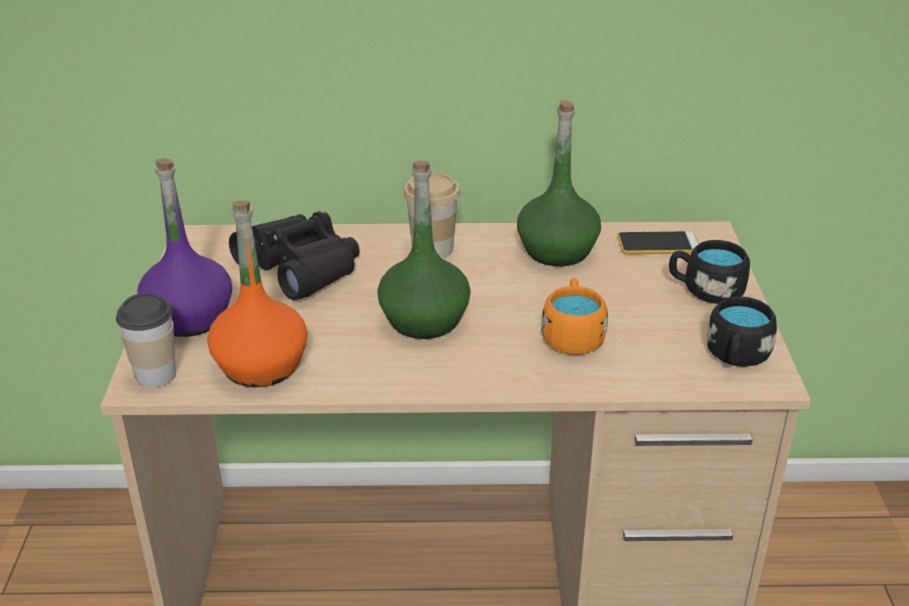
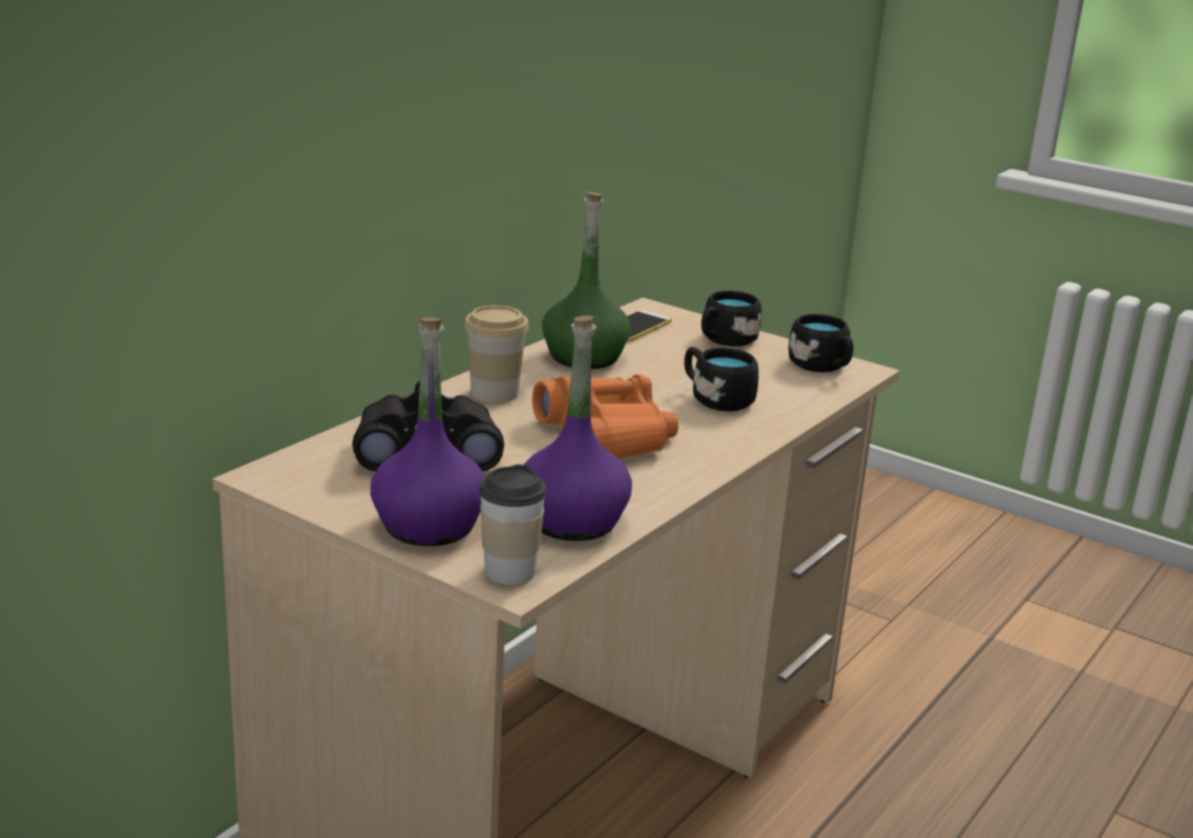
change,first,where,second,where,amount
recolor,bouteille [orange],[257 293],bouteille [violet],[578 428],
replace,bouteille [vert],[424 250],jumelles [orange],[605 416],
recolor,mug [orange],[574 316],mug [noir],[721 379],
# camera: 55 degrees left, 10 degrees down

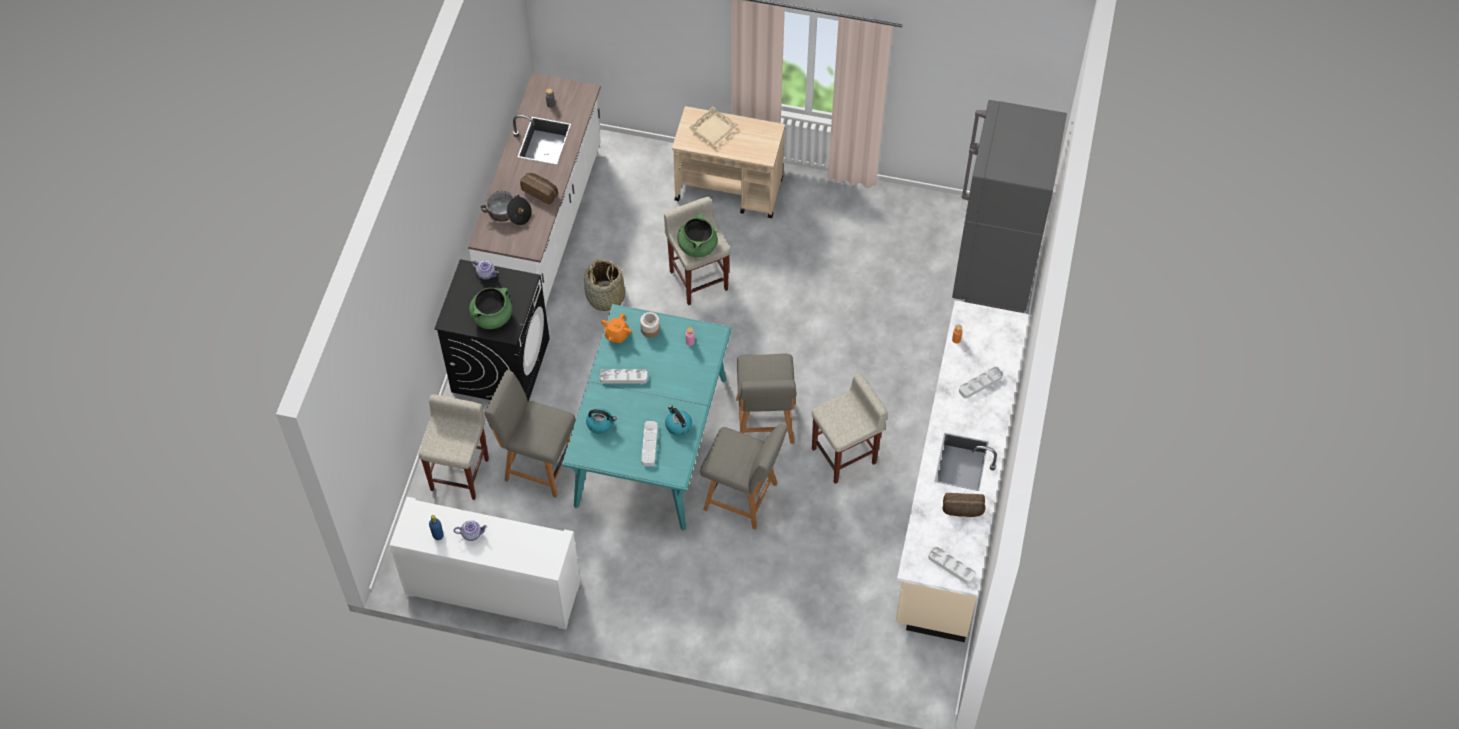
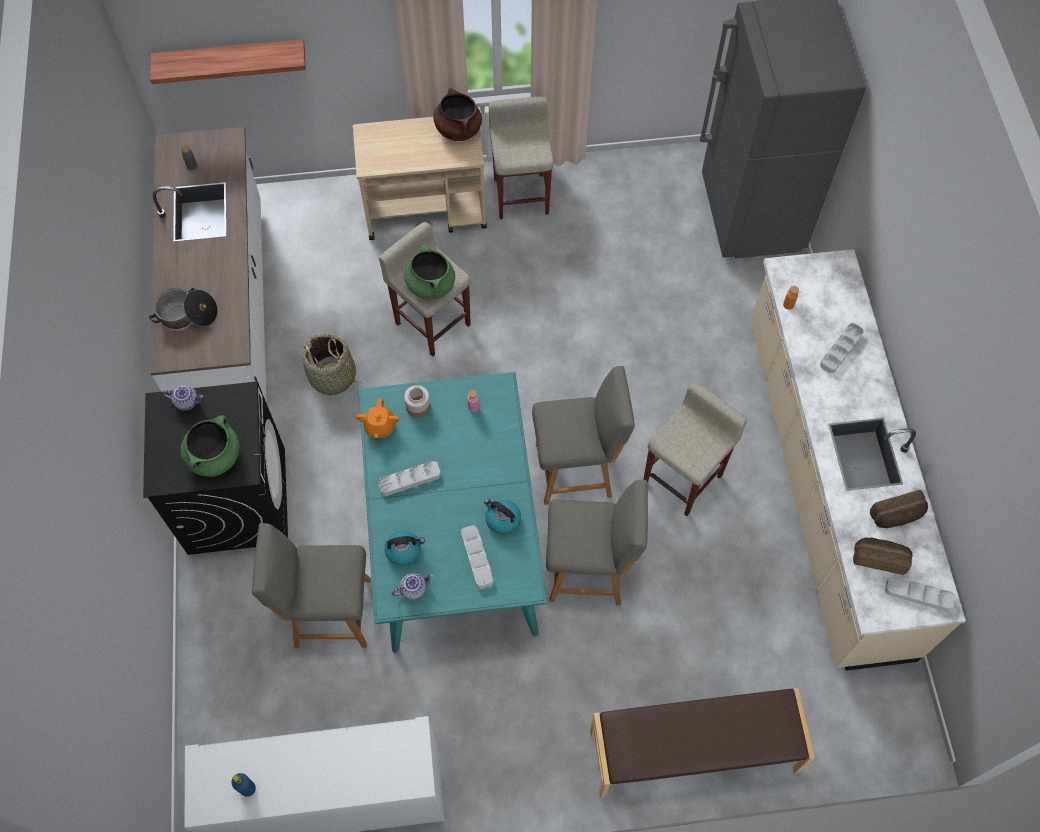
change,first,where,second,where,amount
insert,,,étagère,[228 61],
move,théière,[470 530],,[412 586],
insert,,,marmite [marron],[458 114],
move,tabouret [beige],[454 447],,[521 158],
rotate,chaise [gris],[766 398],,[583 435],75 degrees counterclockwise
insert,,,banc [marron],[702 743],
move,pain,[539 189],,[883 556],
delete,plateau [beige],[713 126],,,
# camera: 20 degrees left, 5 degrees up

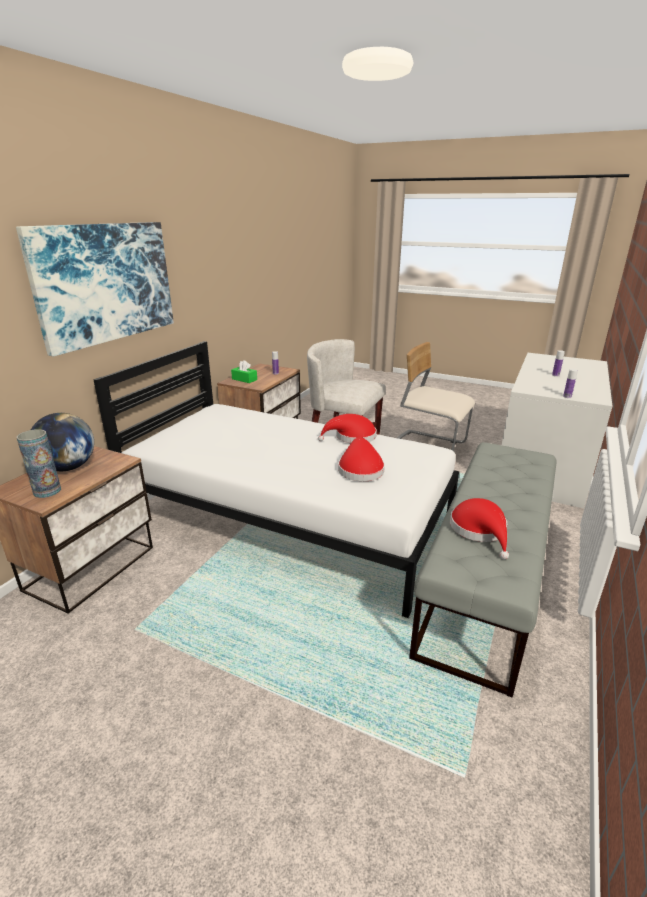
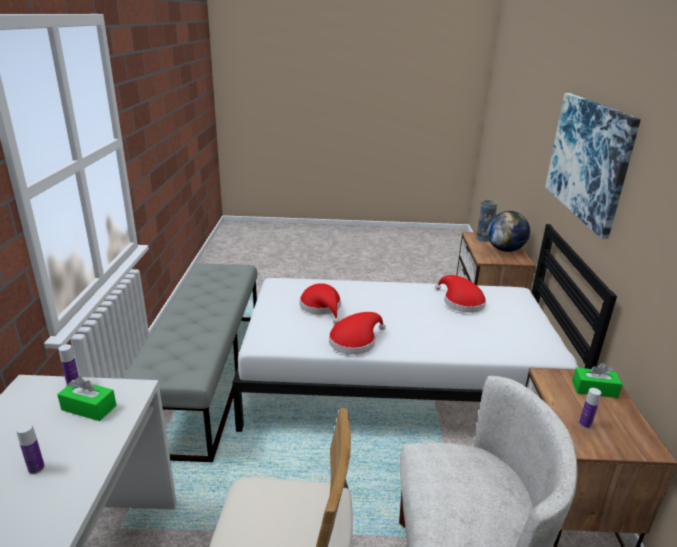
change,first,where,second,where,amount
insert,,,boîte à mouchoirs [vert],[87 398],
move,chapeau [rouge],[479 528],,[460 294],
# camera: 155 degrees right, 0 degrees up

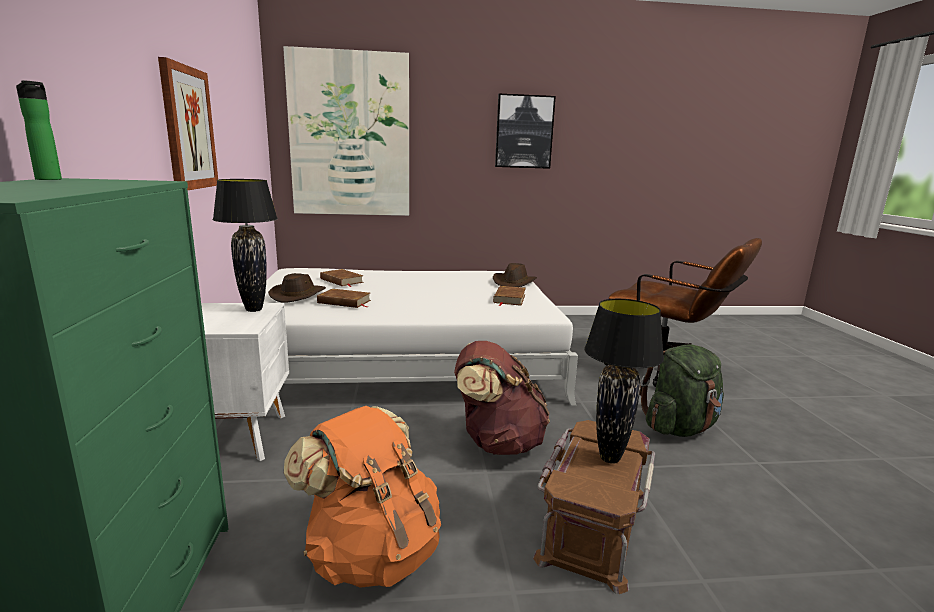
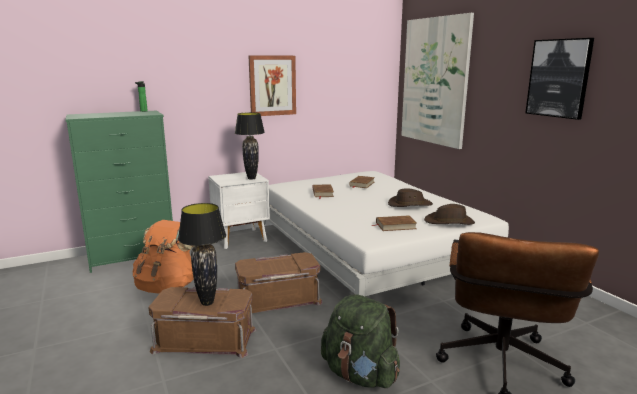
change,first,where,second,where,amount
replace,sac à dos [marron],[502 398],boîte de rangement [marron],[279 282],
move,chapeau [marron],[297 288],,[410 197],
# camera: 70 degrees right, 0 degrees up

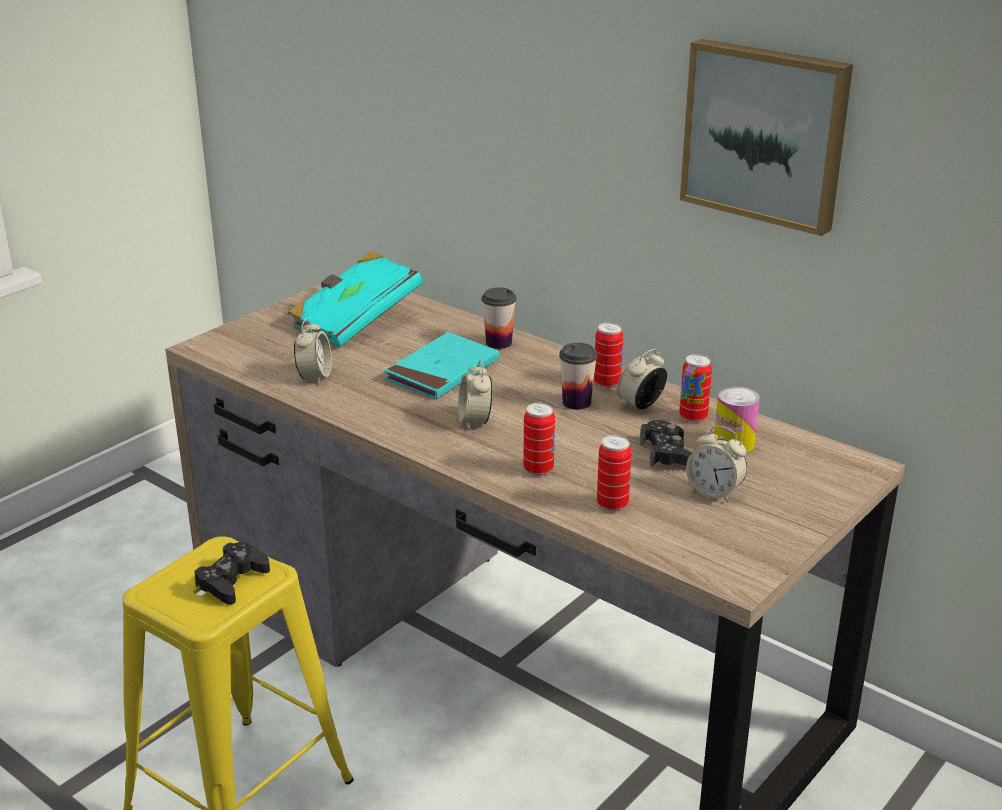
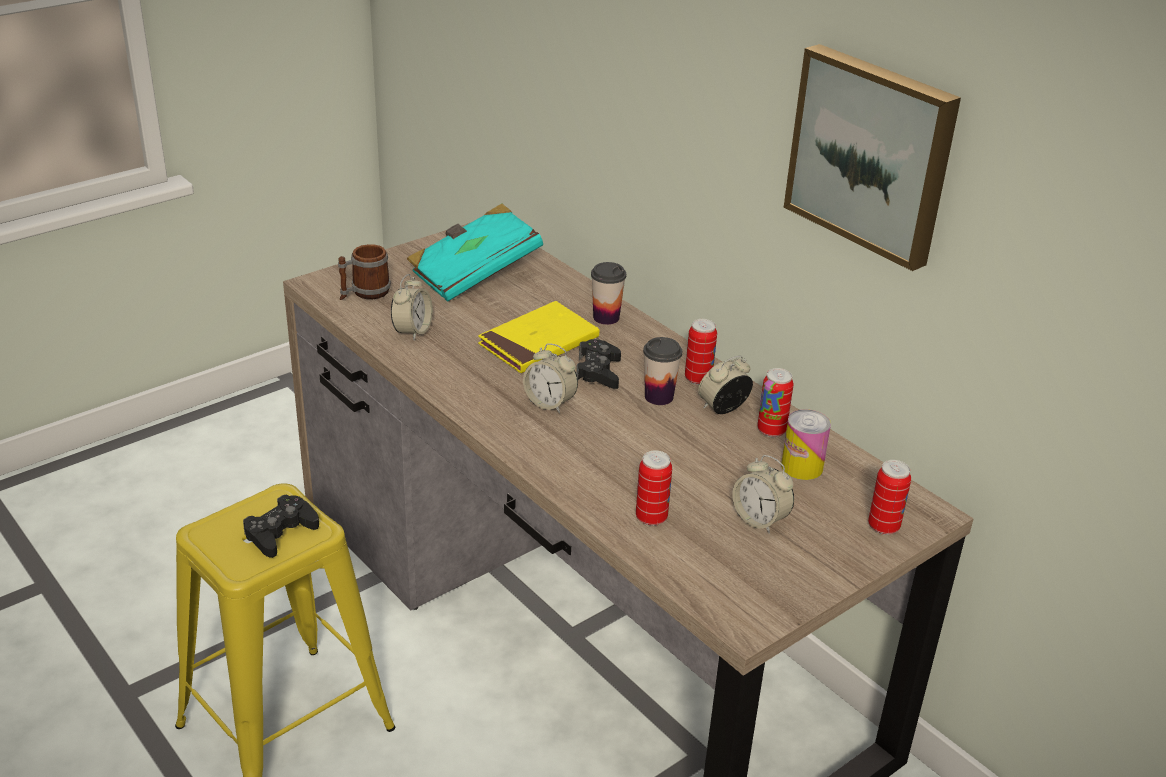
change,first,where,second,where,amount
insert,,,mug,[364 272],
recolor,livre [turquoise],[442 365],livre [jaune],[538 337],
rotate,réveil,[475 395],,[550 378],60 degrees counterclockwise
move,manette [noir],[665 444],,[598 364],
move,boîte métallique,[539 439],,[889 497],
# camera: 10 degrees right, 5 degrees up

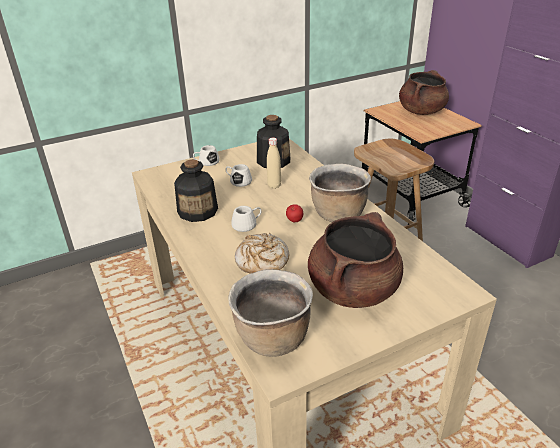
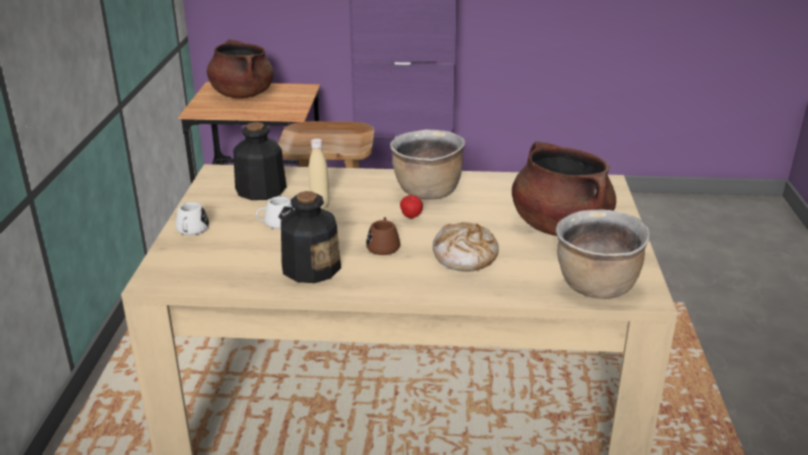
change,first,where,second,where,amount
recolor,mug [blanc],[246 219],mug [marron],[383 236],
# camera: 60 degrees left, 5 degrees down

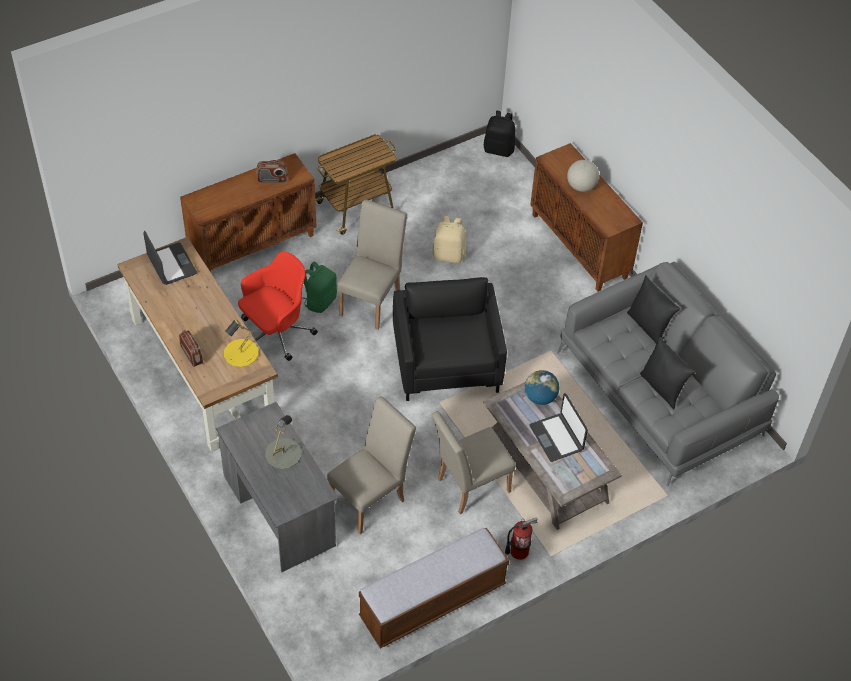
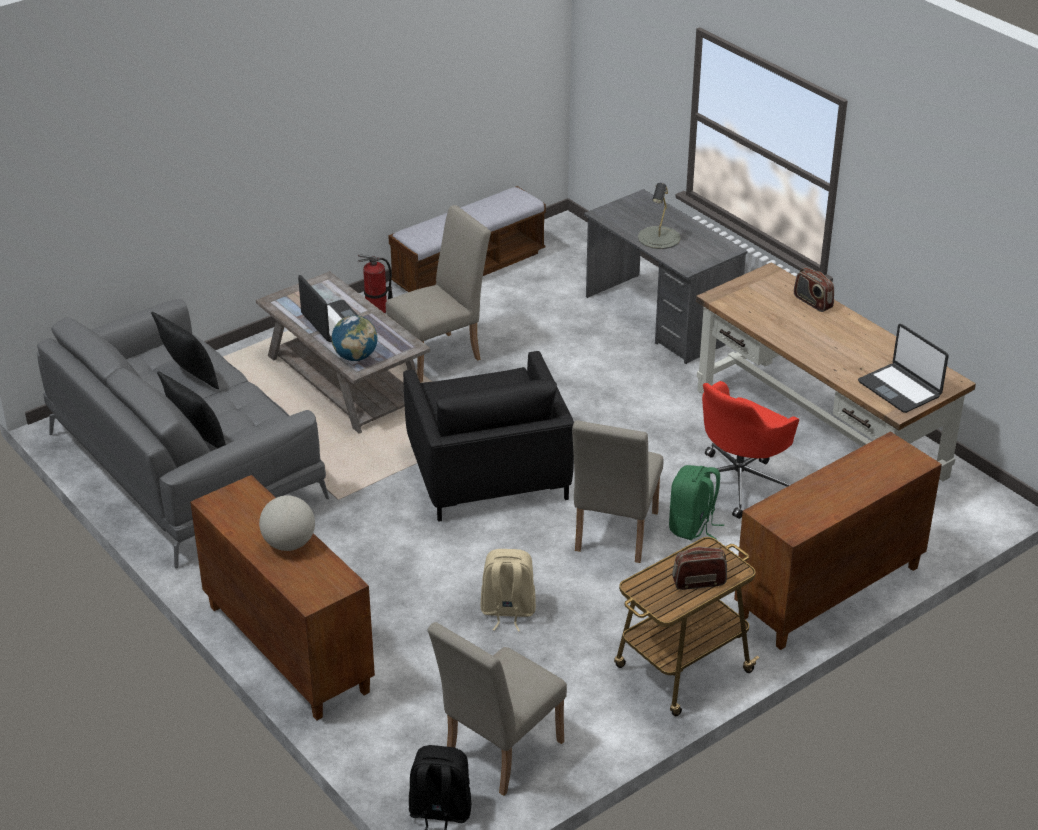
change,first,where,second,where,amount
move,chaise [beige],[371 465],,[497 709],
move,radio,[272 171],,[699 568],
delete,lampe de table [jaune],[241 343],,,
# camera: 175 degrees right, 15 degrees down

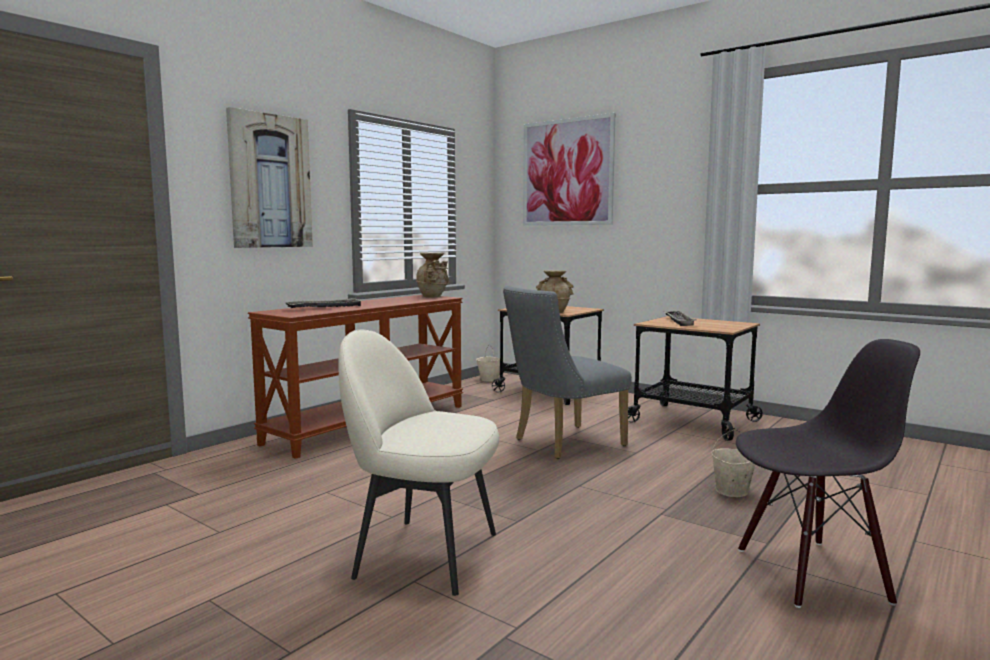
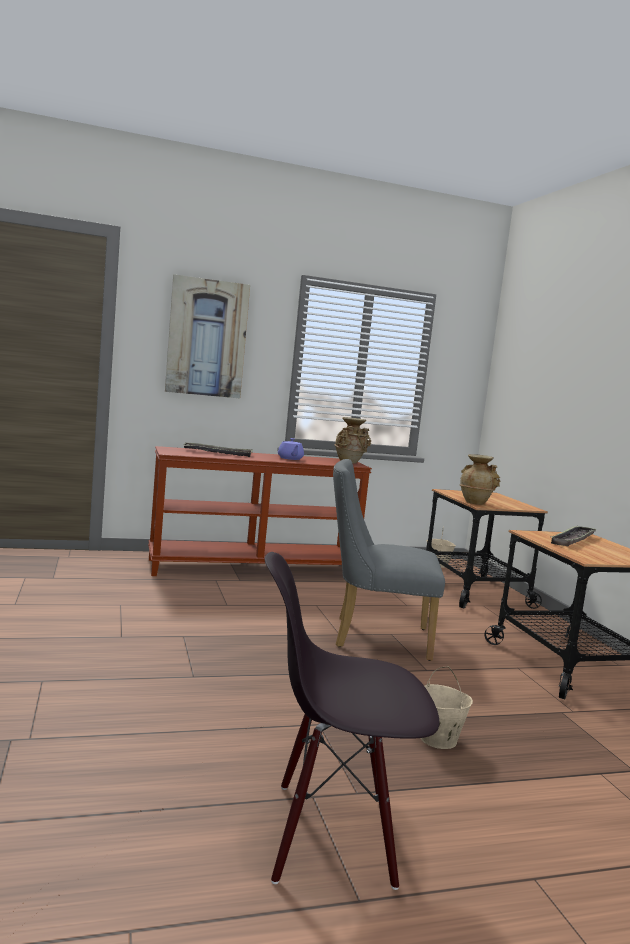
change,first,where,second,where,amount
rotate,chaise [noir],[828 473],,[352 721],150 degrees clockwise
insert,,,théière [violet],[291 449],
delete,chaise [beige],[418 463],,,
delete,tableau,[569 169],,,
# camera: 35 degrees right, 0 degrees up

